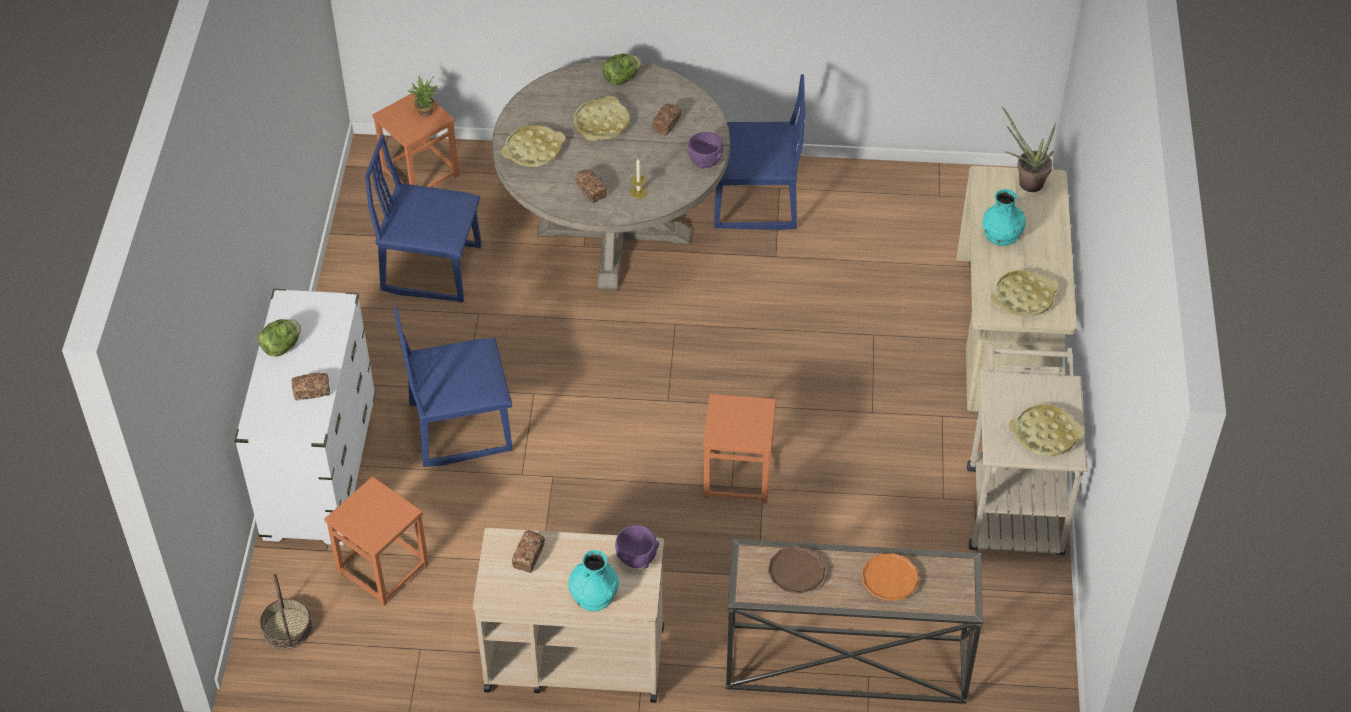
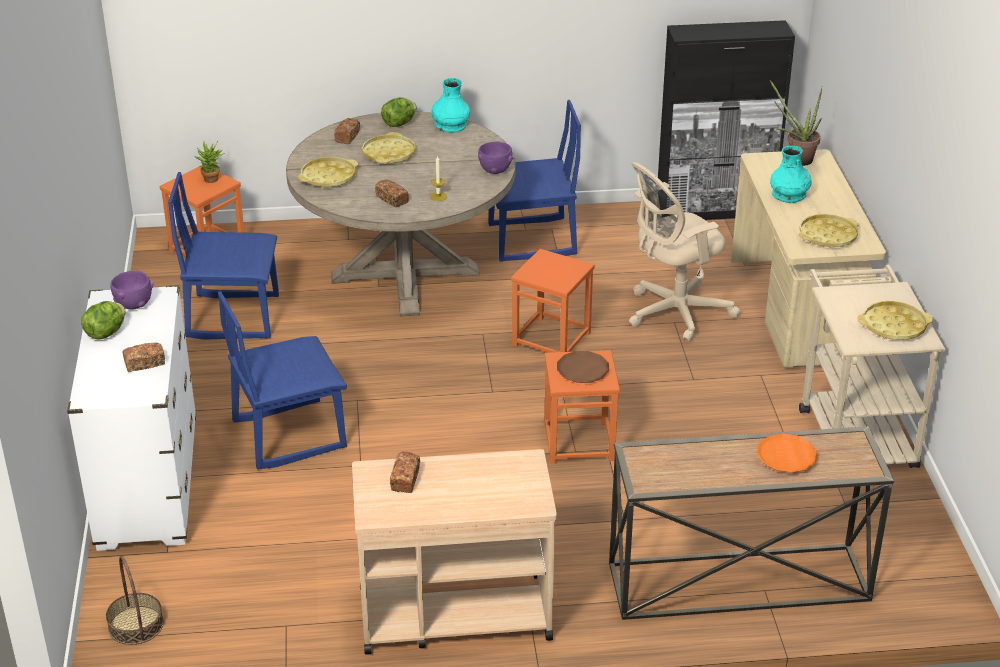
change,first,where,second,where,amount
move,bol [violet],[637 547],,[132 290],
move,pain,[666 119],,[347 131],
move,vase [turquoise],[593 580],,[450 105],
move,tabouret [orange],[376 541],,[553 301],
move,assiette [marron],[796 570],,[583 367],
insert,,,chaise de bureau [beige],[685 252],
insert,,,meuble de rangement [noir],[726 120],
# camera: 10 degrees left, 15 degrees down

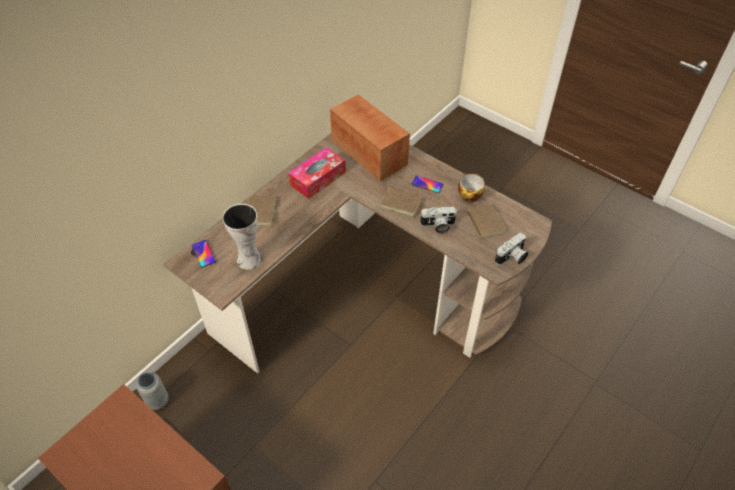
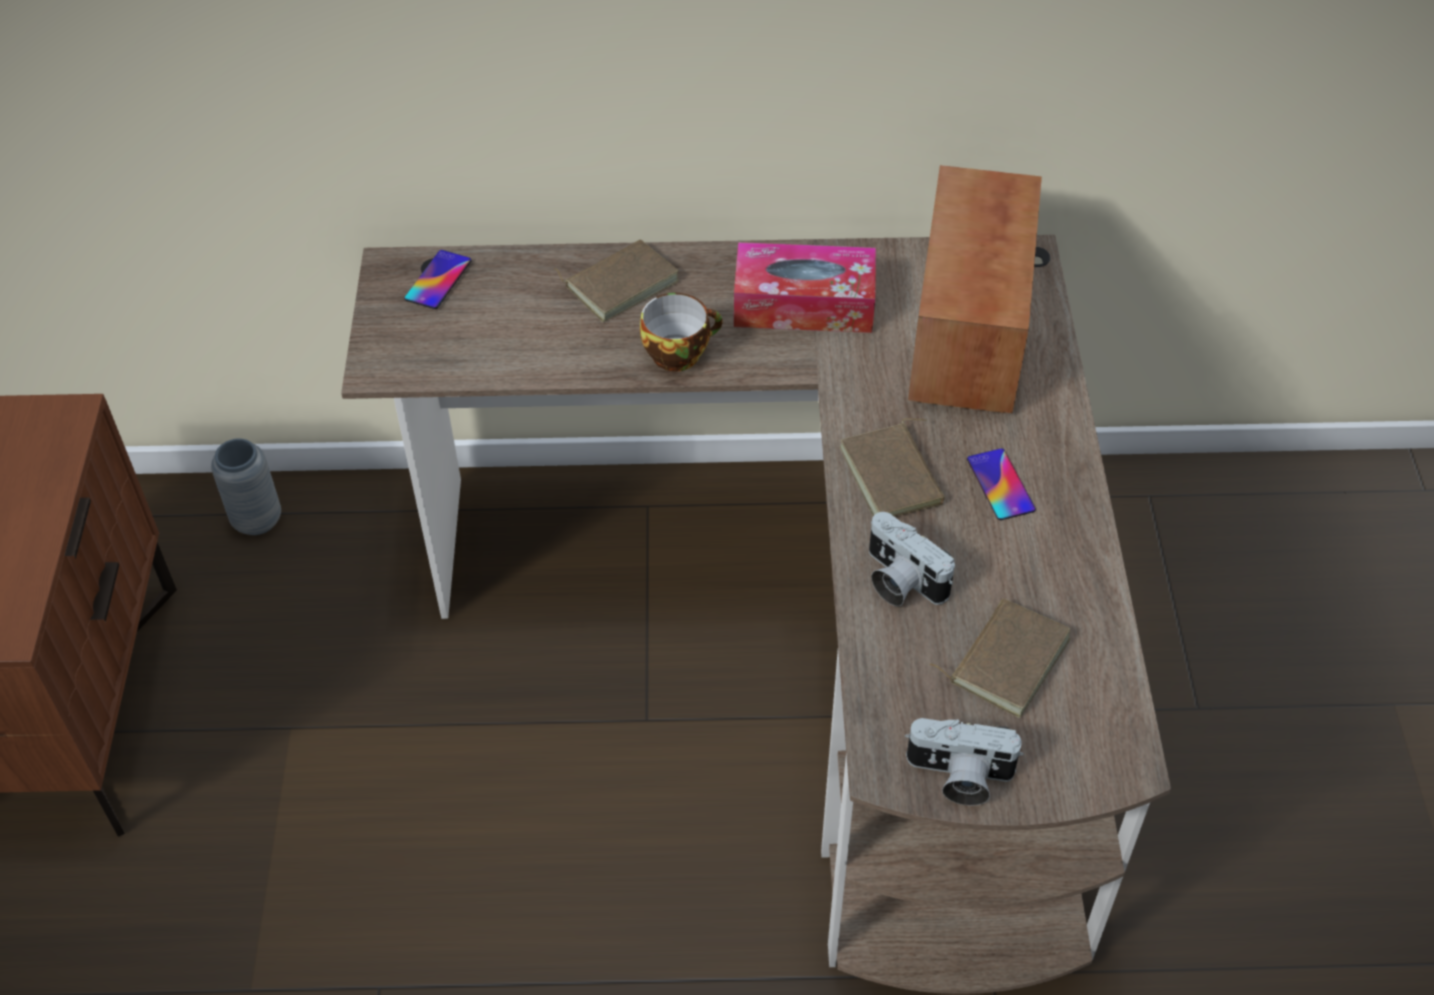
change,first,where,second,where,amount
move,tasse,[471 188],,[681 332],
delete,vase,[242 237],,,
# camera: 50 degrees right, 0 degrees up

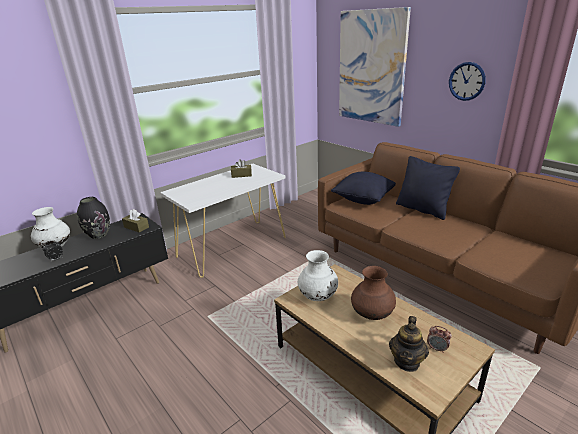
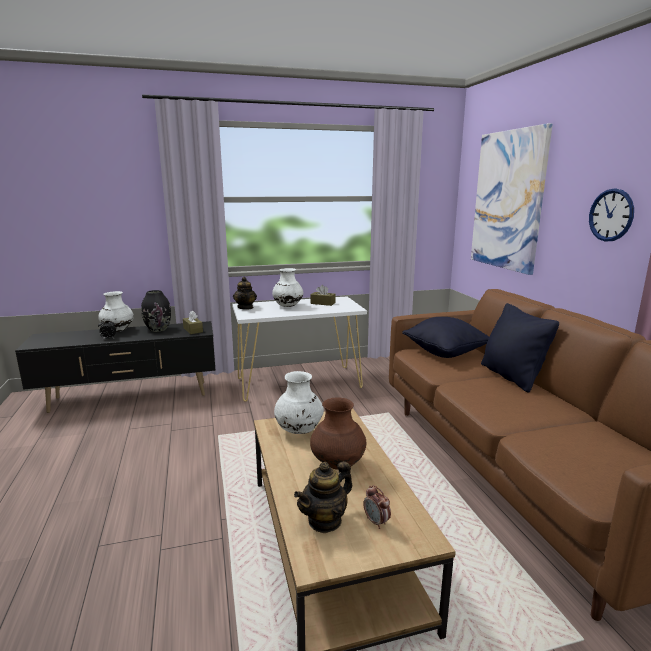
change,first,where,second,where,amount
insert,,,théière,[245 293],
insert,,,vase [blanc],[287 287],
# camera: 25 degrees right, 10 degrees down

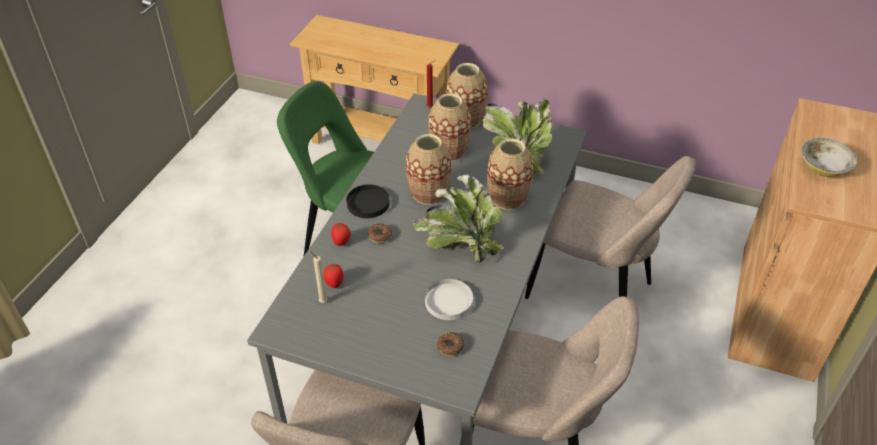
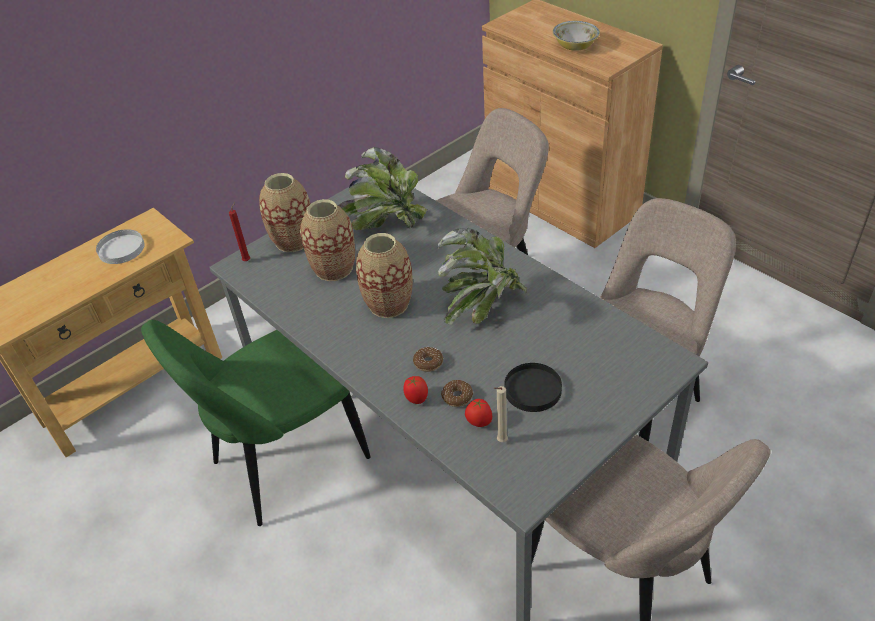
change,first,where,second,where,amount
move,assiette [blanc],[449 299],,[120 246],
move,beignet,[450 344],,[457 393],
move,assiette [noir],[368 201],,[533 387],
delete,vase,[510 174],,,
# camera: 60 degrees left, 0 degrees up

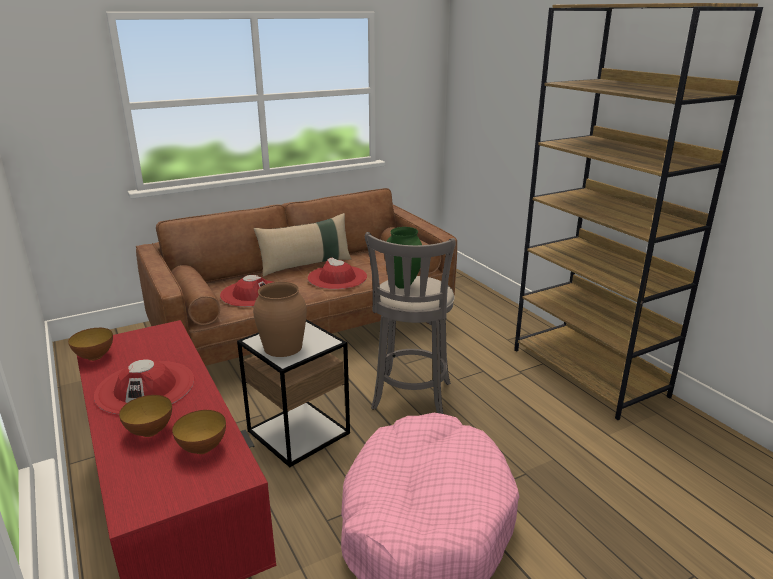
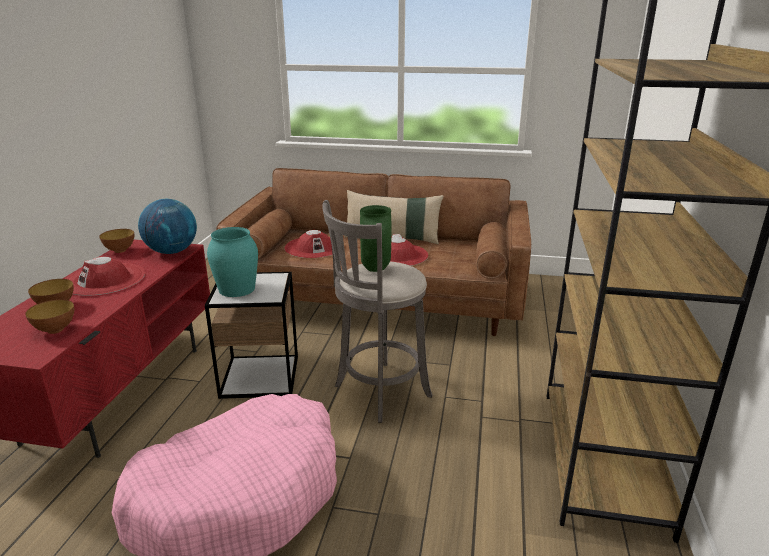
change,first,where,second,where,amount
insert,,,globe,[167 226],
recolor,vase [marron],[280 319],vase [turquoise],[232 262],
# camera: 40 degrees right, 0 degrees up

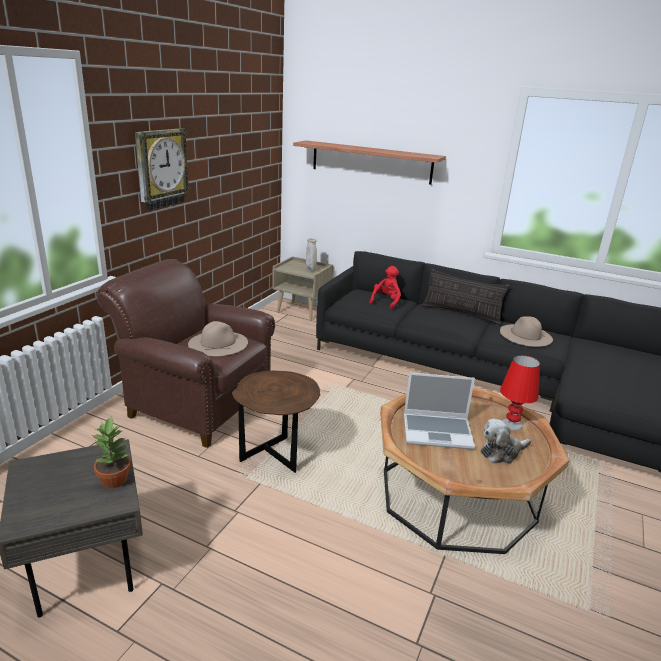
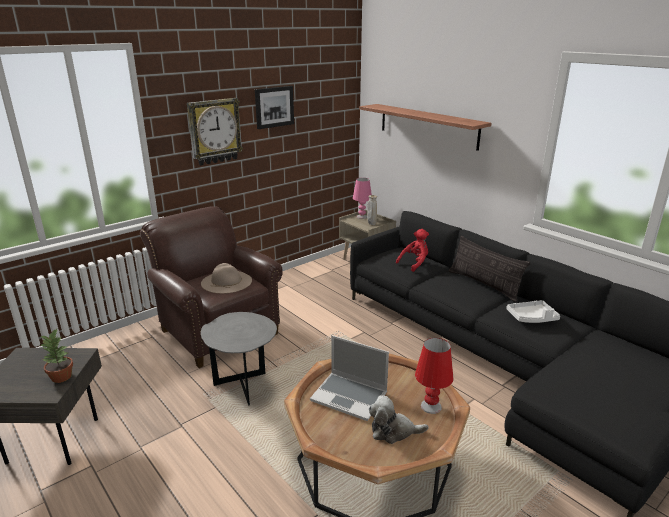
change,first,where,second,where,amount
recolor,table d'appoint [marron],[276 422],table d'appoint [gris],[239 358],
insert,,,tableau,[274 107],
insert,,,lampe de table [rose],[362 198],
replace,chapeau [beige],[526 331],plateau [blanc],[533 311],
# camera: 25 degrees right, 0 degrees up

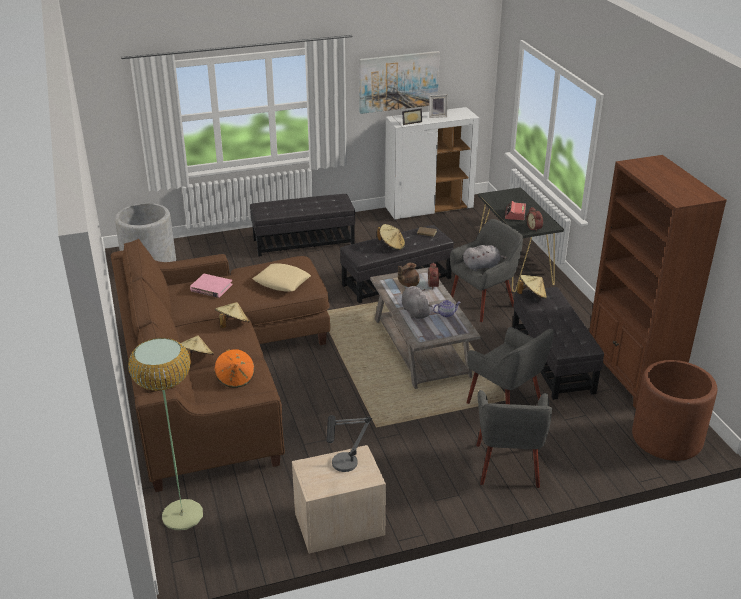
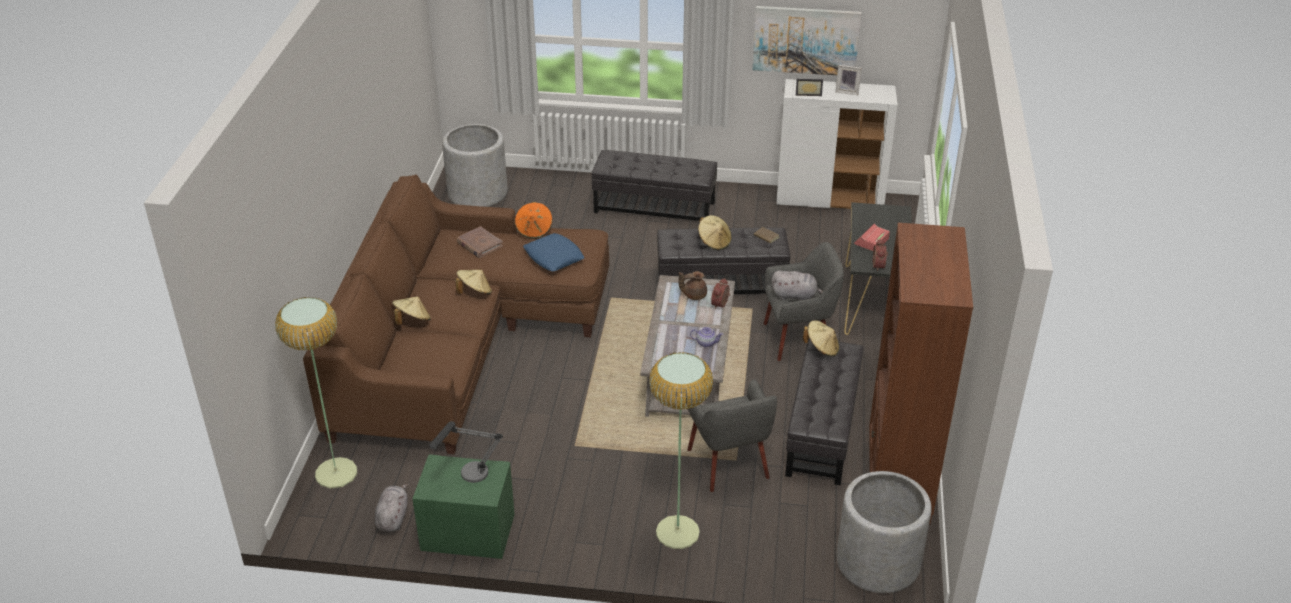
change,first,where,second,where,amount
move,peluche [gris],[417 302],,[392 508],
recolor,table de chevet [beige],[339 499],table de chevet [vert],[463 506],
recolor,livre [rose],[211 286],livre [marron],[480 242],
move,chapeau [orange],[234 368],,[533 220],
recolor,coussin [beige],[282 277],coussin [bleu],[553 252],
replace,fauteuil [gris],[514 439],lampadaire,[681 450],
recolor,cache-pot [marron],[674 410],cache-pot [gris],[884 532],
# camera: 25 degrees right, 5 degrees up

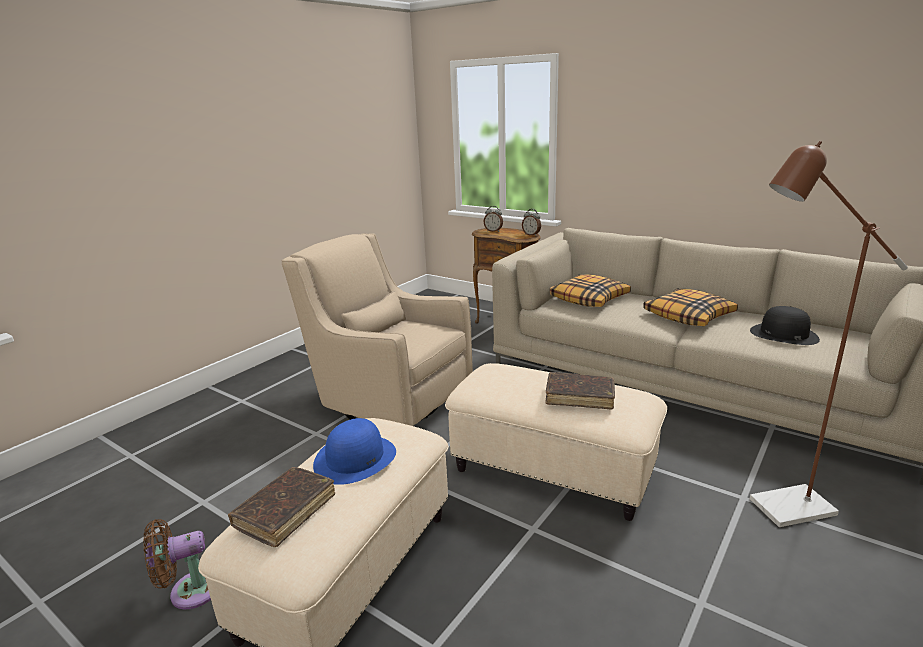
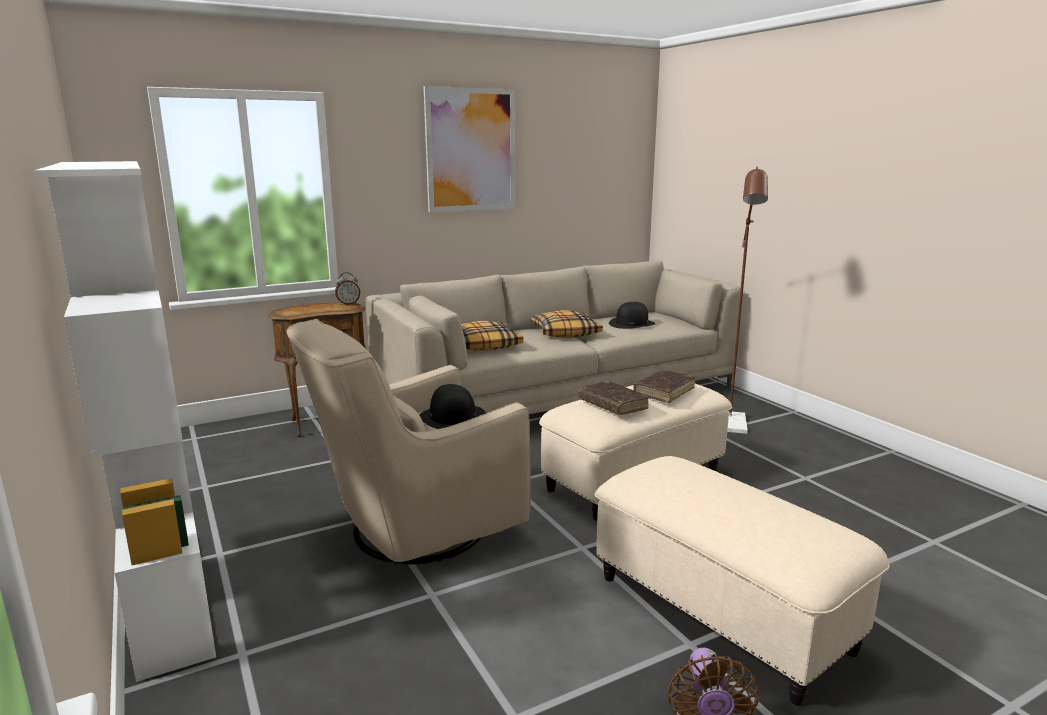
change,first,where,second,where,amount
insert,,,bibliothèque [blanc],[125 421],
insert,,,chapeau [noir],[453 406],
insert,,,tableau,[469 149],
move,livre [marron],[281 507],,[613 398],
delete,chapeau [bleu],[354 451],,,
delete,réveil,[493 219],,,
# camera: 65 degrees left, 5 degrees down

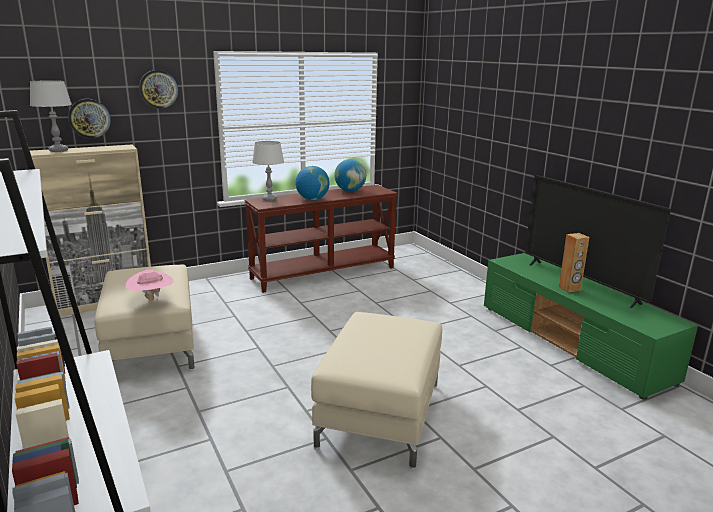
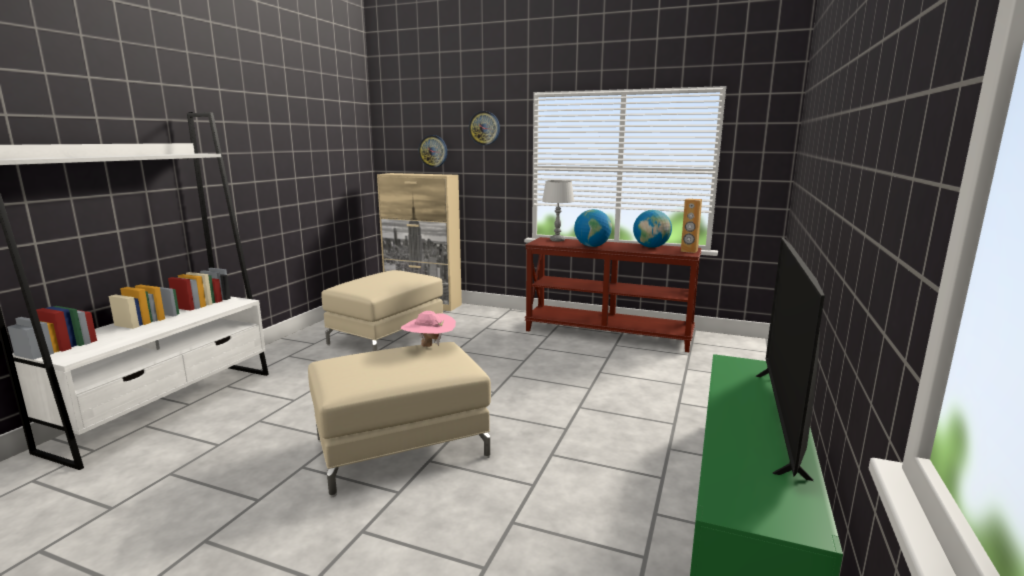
change,first,where,second,where,amount
move,chapeau [rose],[150 284],,[428 329],
move,enceinte [marron],[574 263],,[691 225],
delete,lampe de table [gris],[51 116],,,
# camera: 50 degrees right, 5 degrees down

